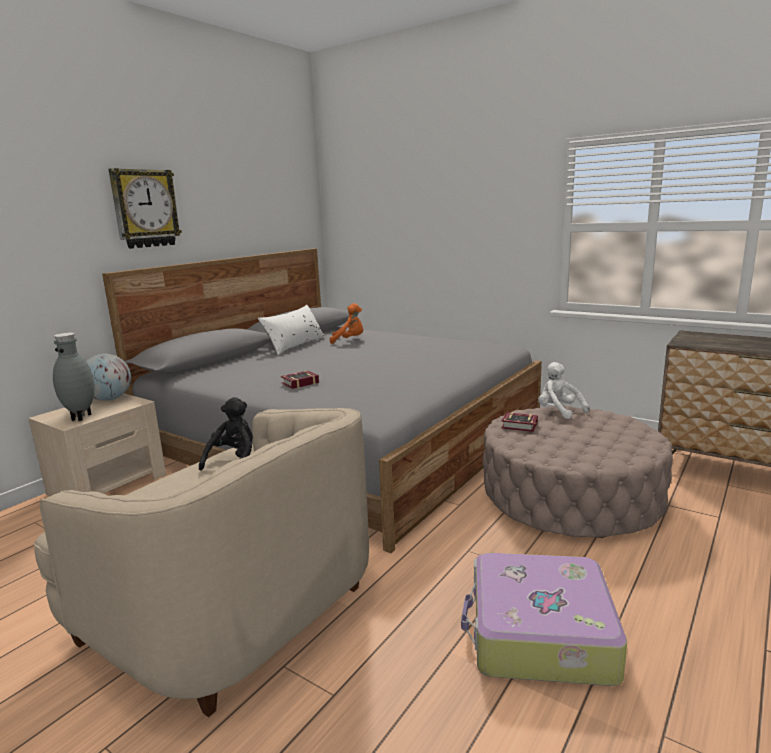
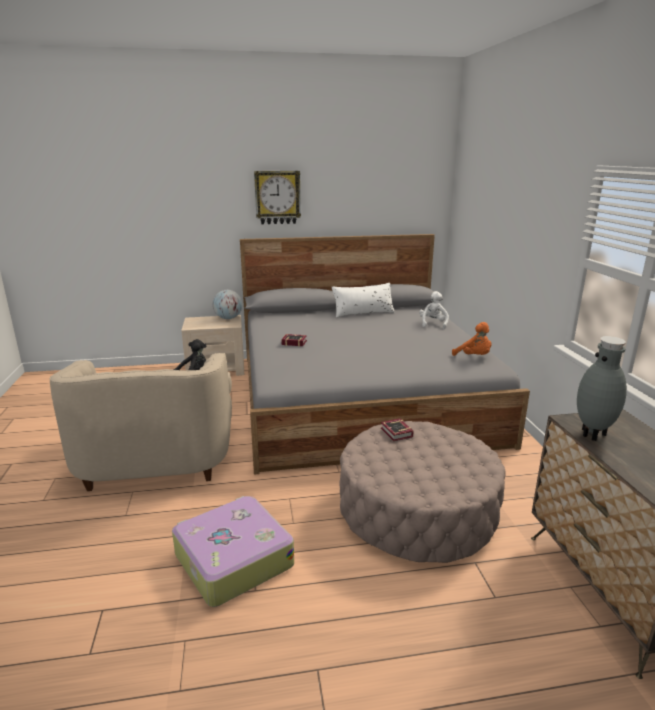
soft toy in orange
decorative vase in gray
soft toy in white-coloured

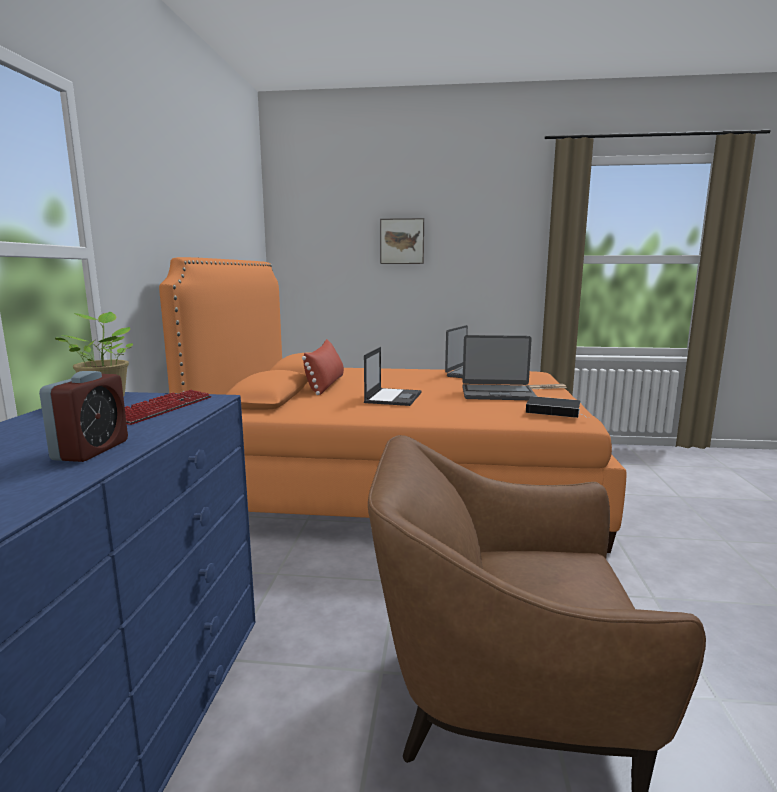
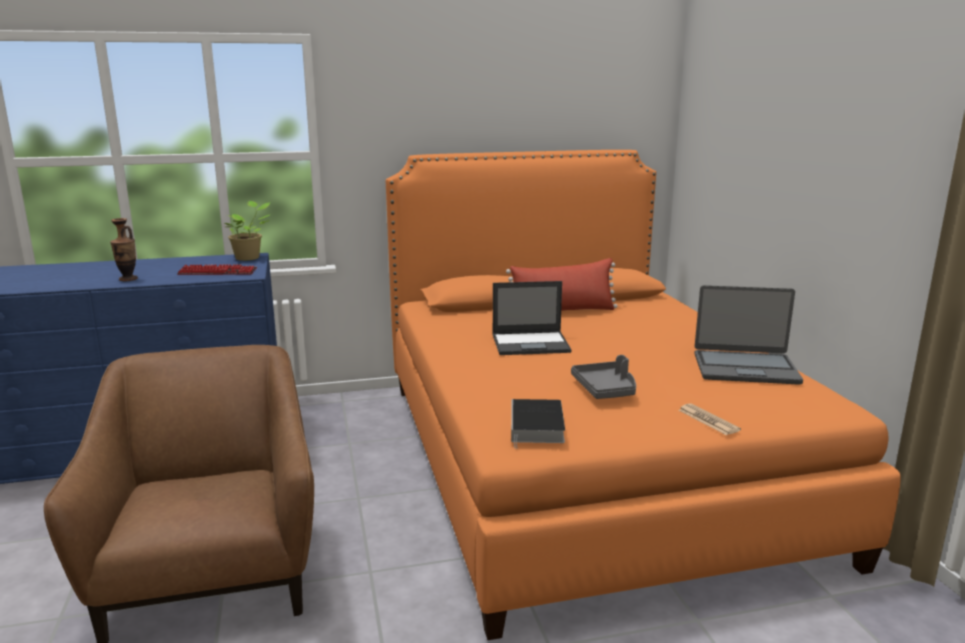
picture
tray in gray
decorative vase

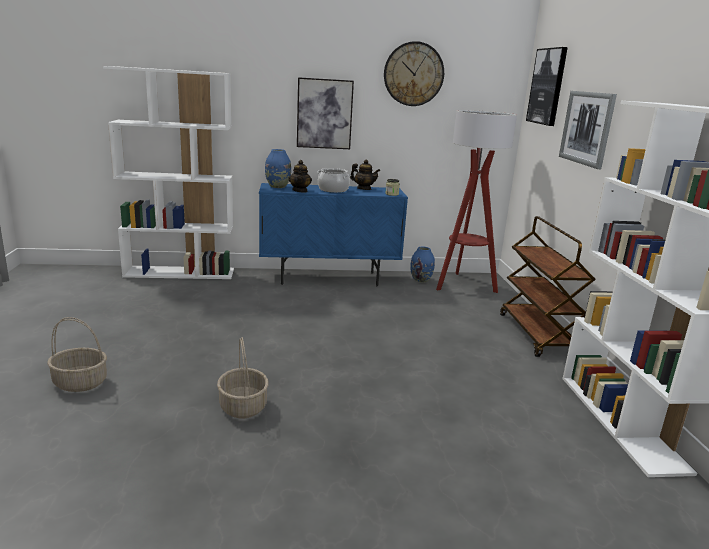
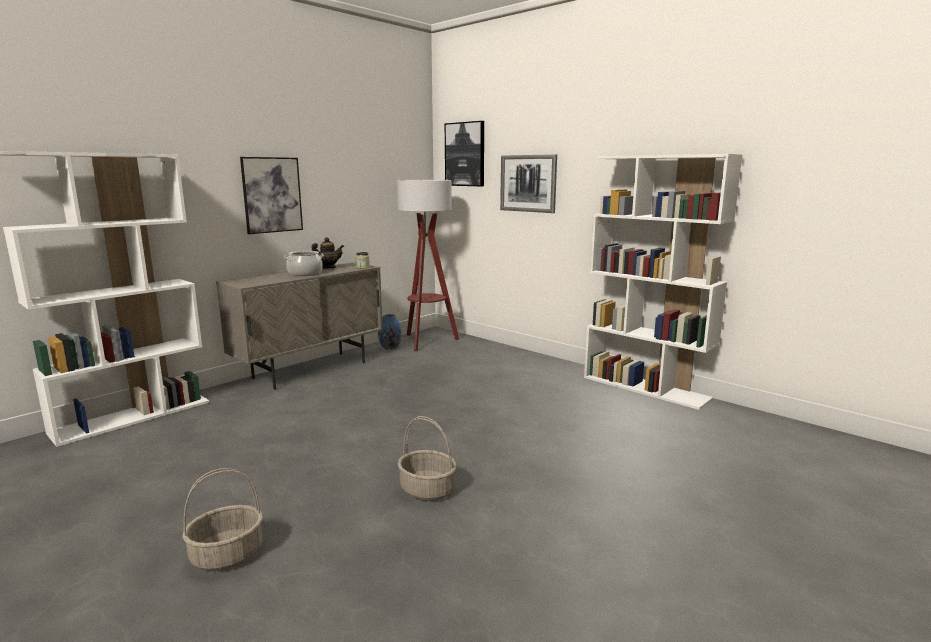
hanging clock
decorative vase in bluish (1st from left in the first image)
teapot (1st from left in the first image)
storage cabinet in beige
wheeled cart in brown

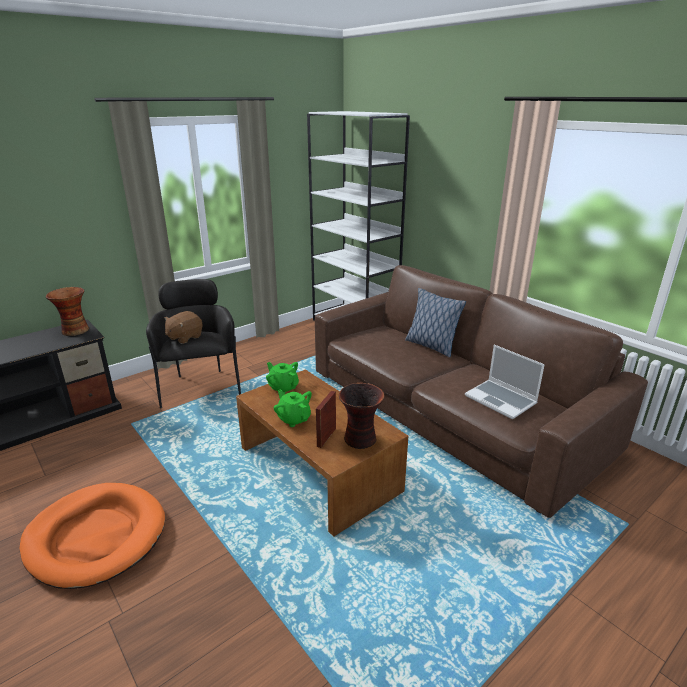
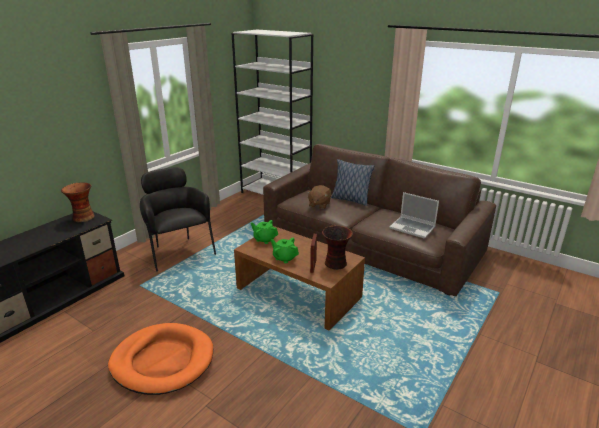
soft toy in brown

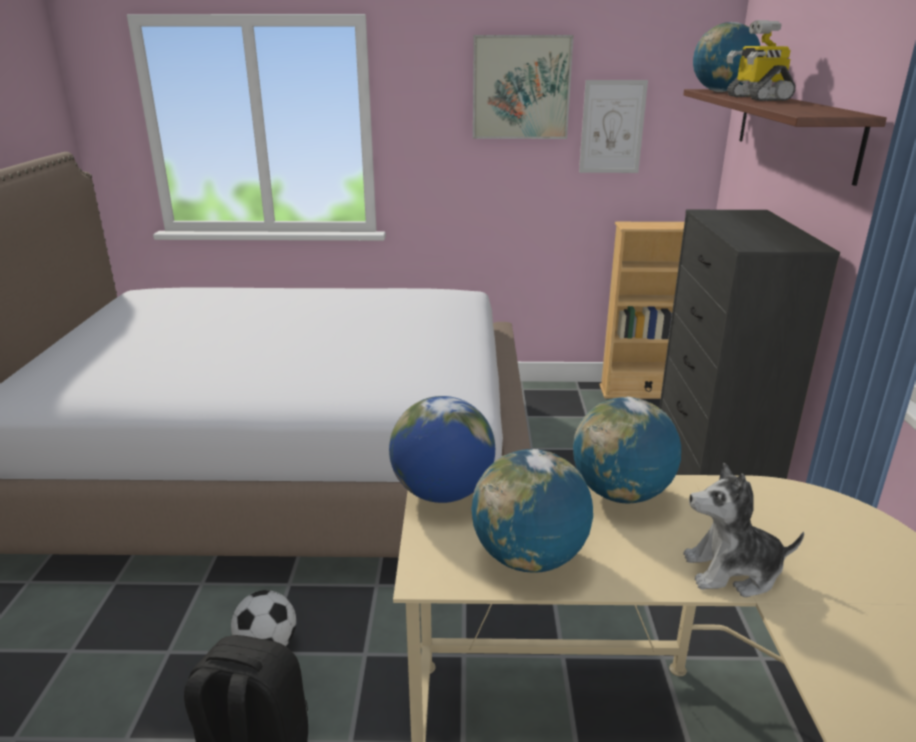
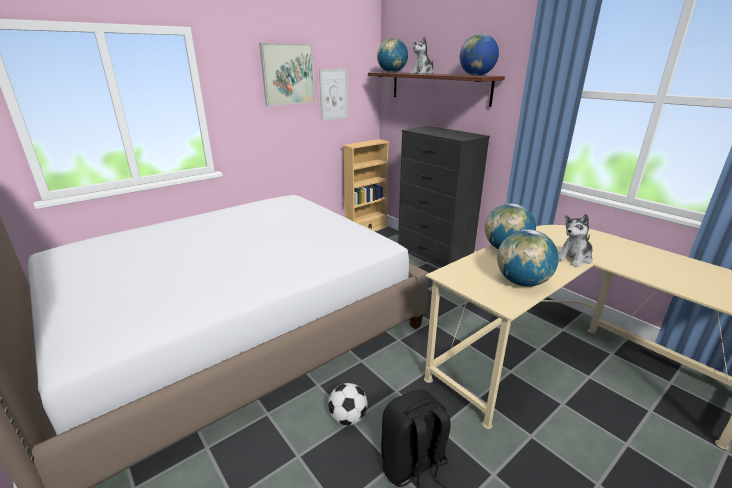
soft toy (1st from left)
globe (2nd from left)

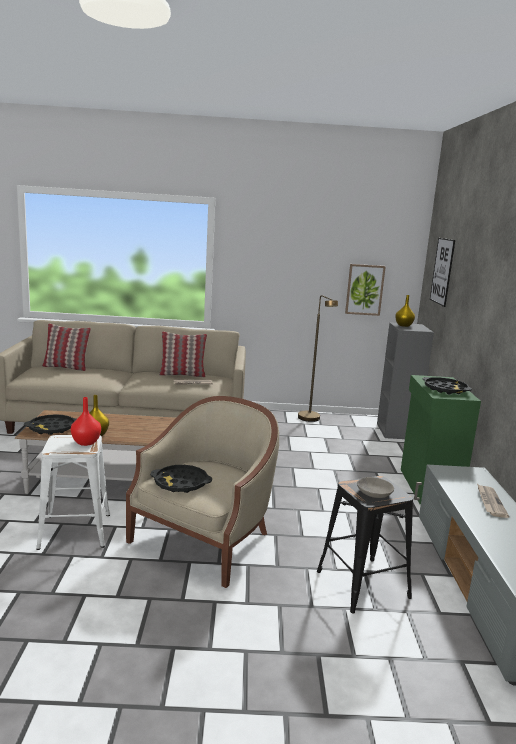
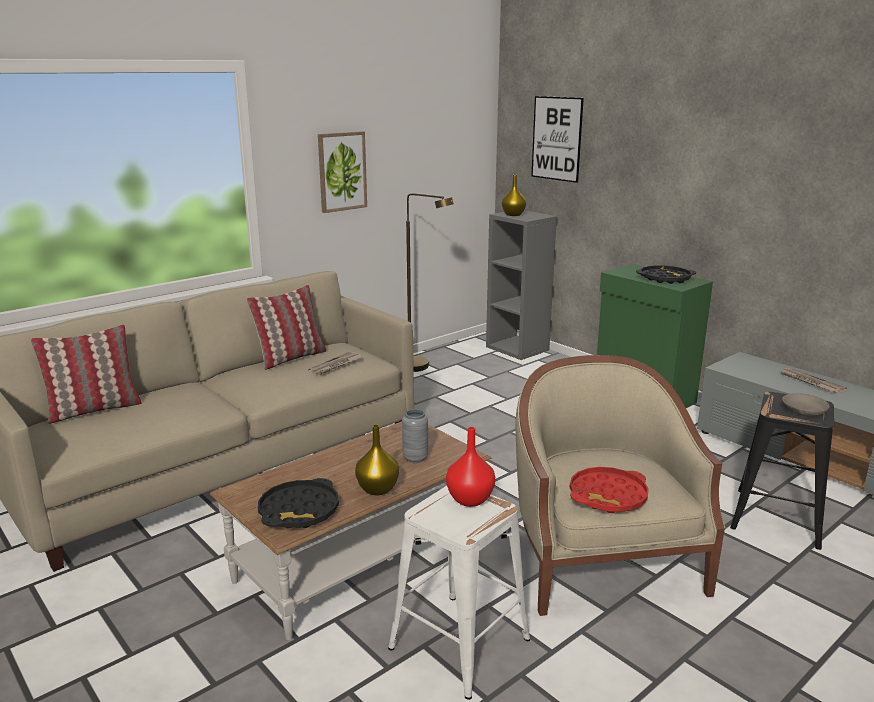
picture (1st from left)
tray in reddish
decorative vase in gray

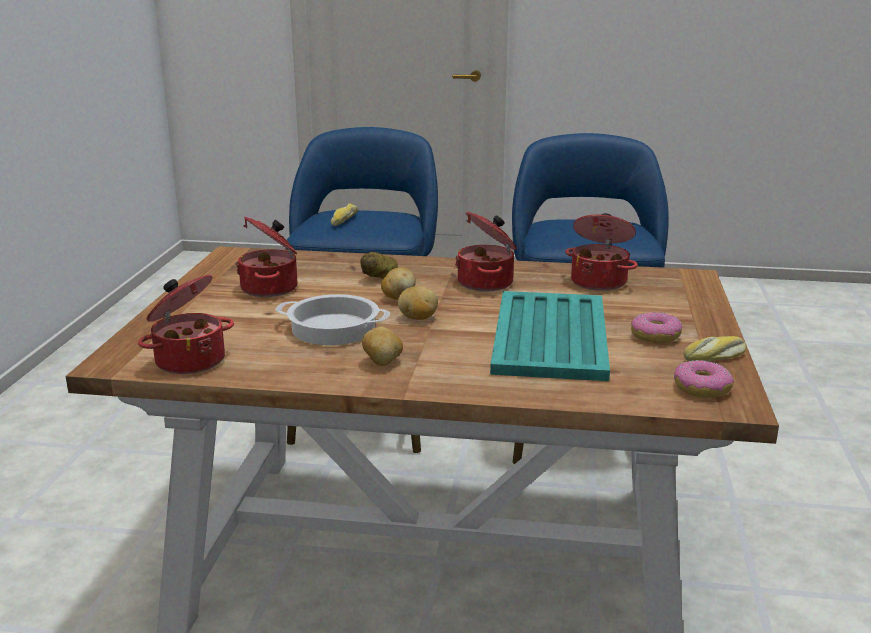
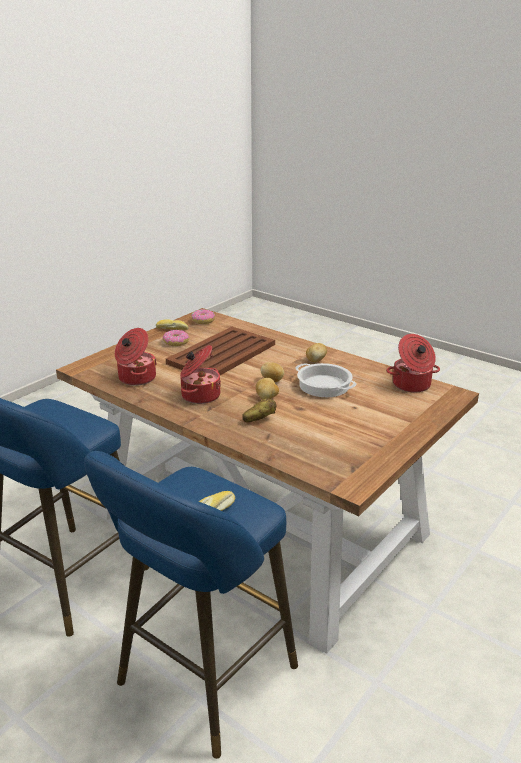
saucepot (2nd from left in the first image)
tray in brown

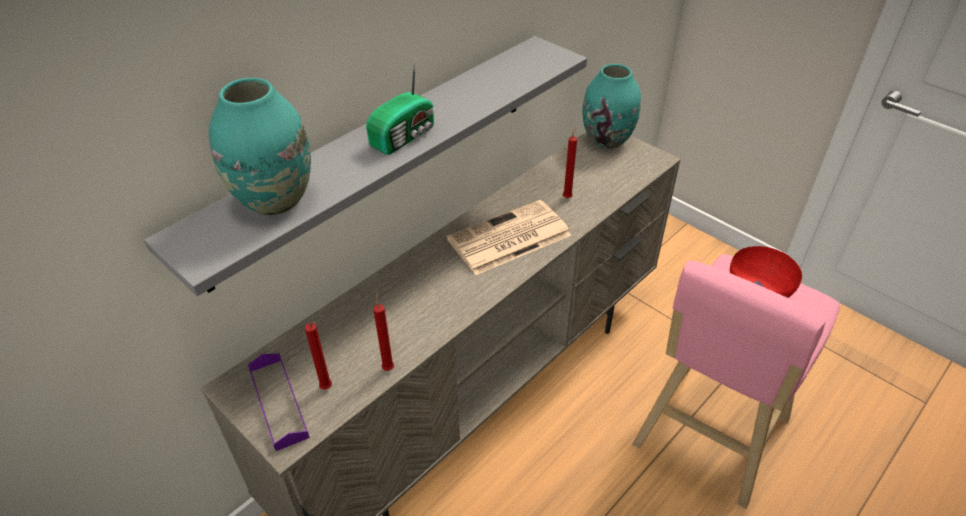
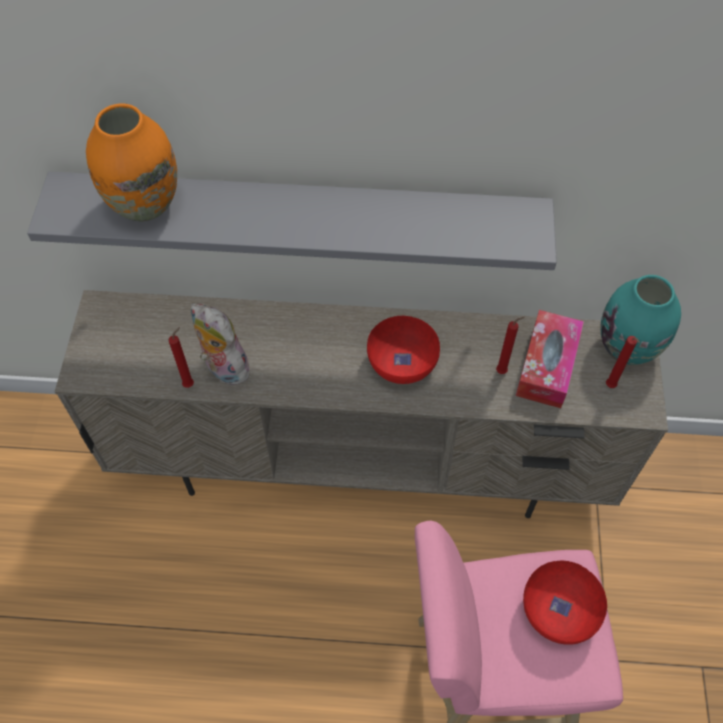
radio
decorative vase in orange
bowl in reddish (1st from left)
candle in reddish (3rd from left)
tray in purple
soft toy
tissue box

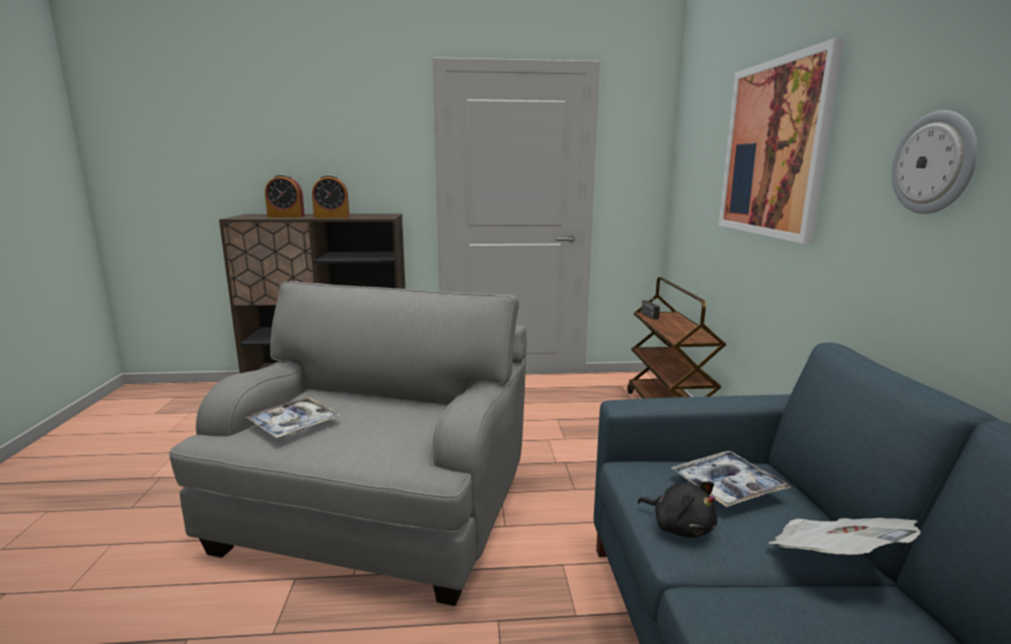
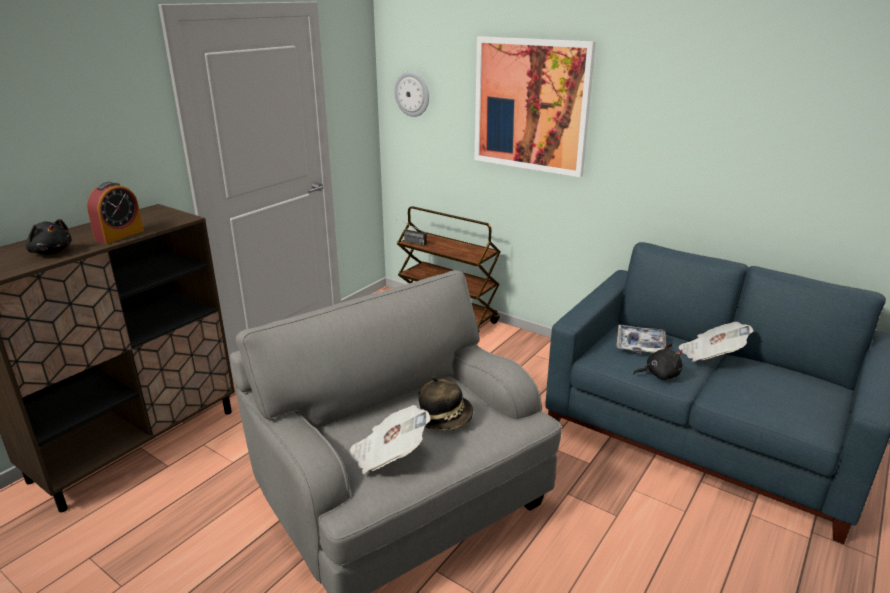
hanging clock
soft toy in blackish (1st from left)
daily paper (1st from left)
clothing hat

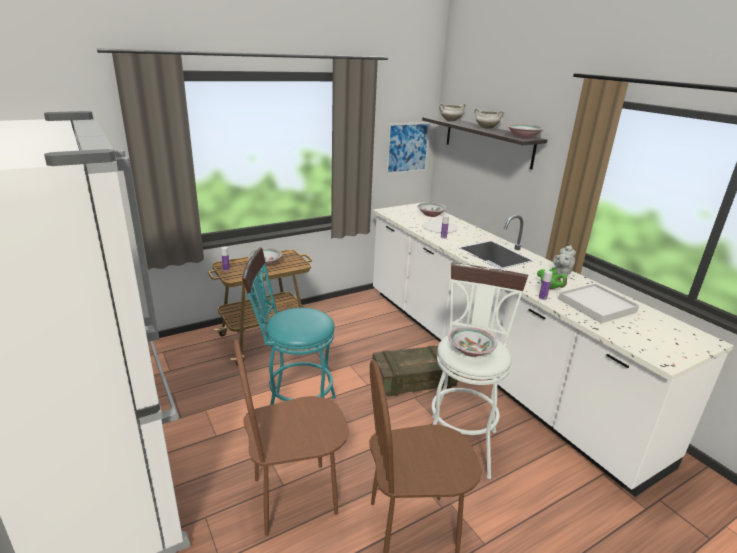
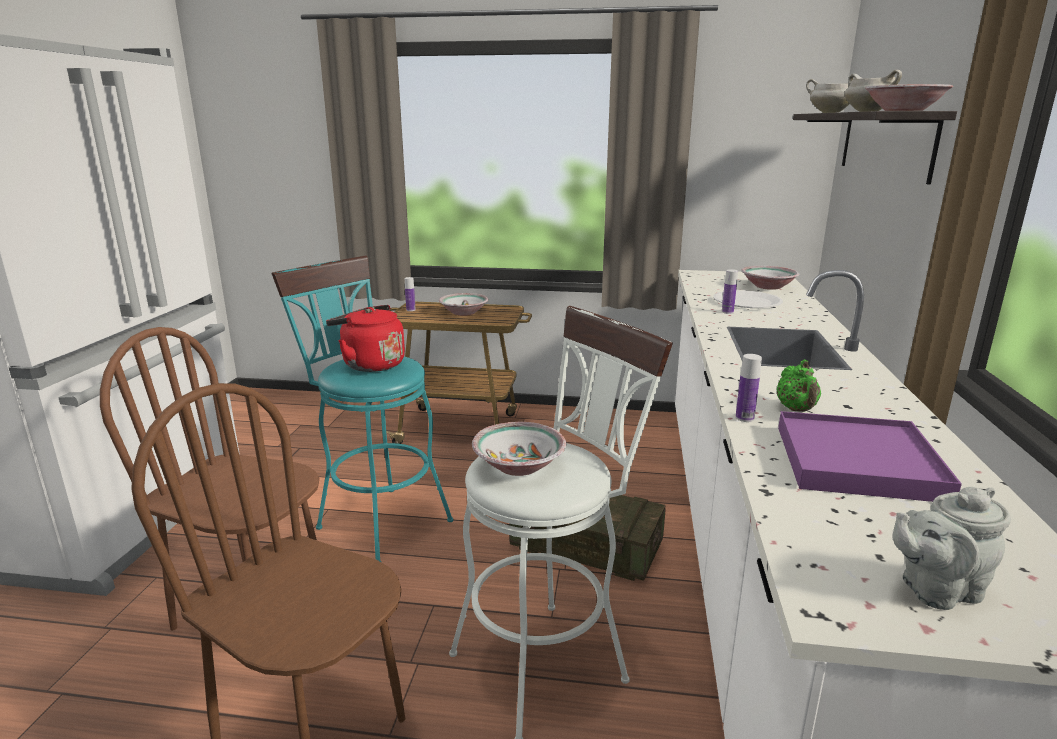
picture
teapot in gray
tray in purple
kettle in reddish

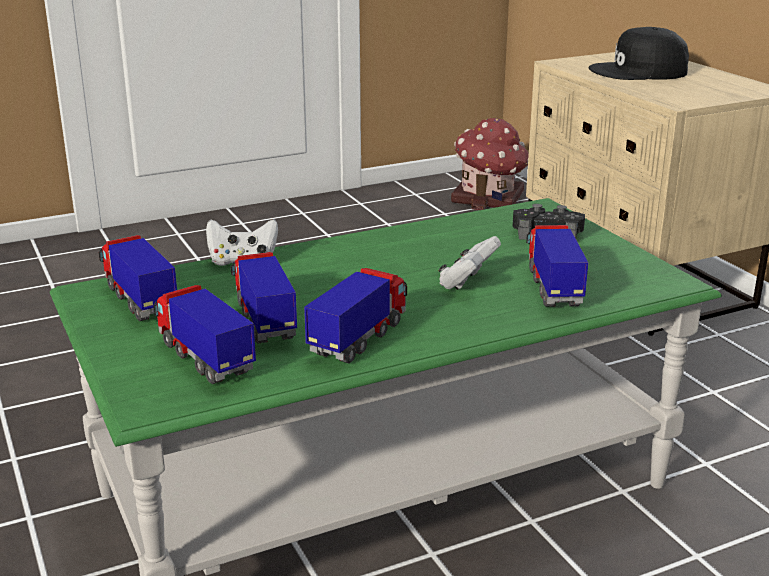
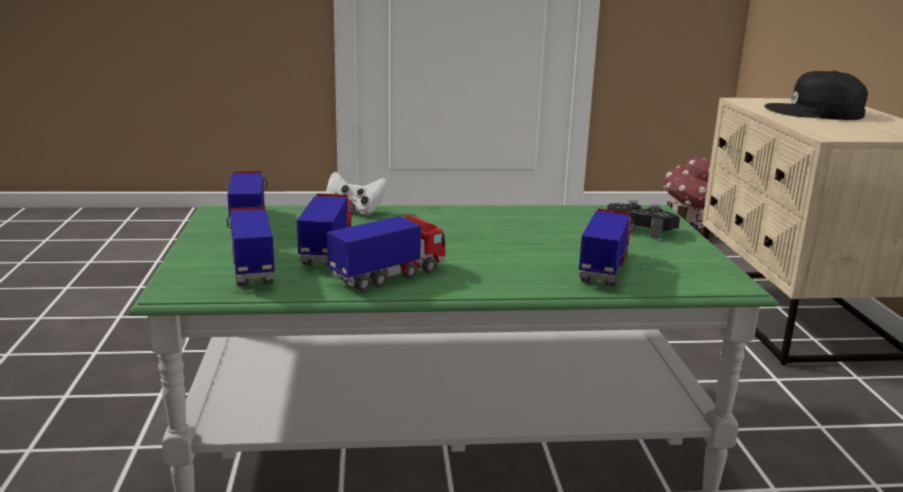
game controller in white-coloured (2nd from left in the first image)

